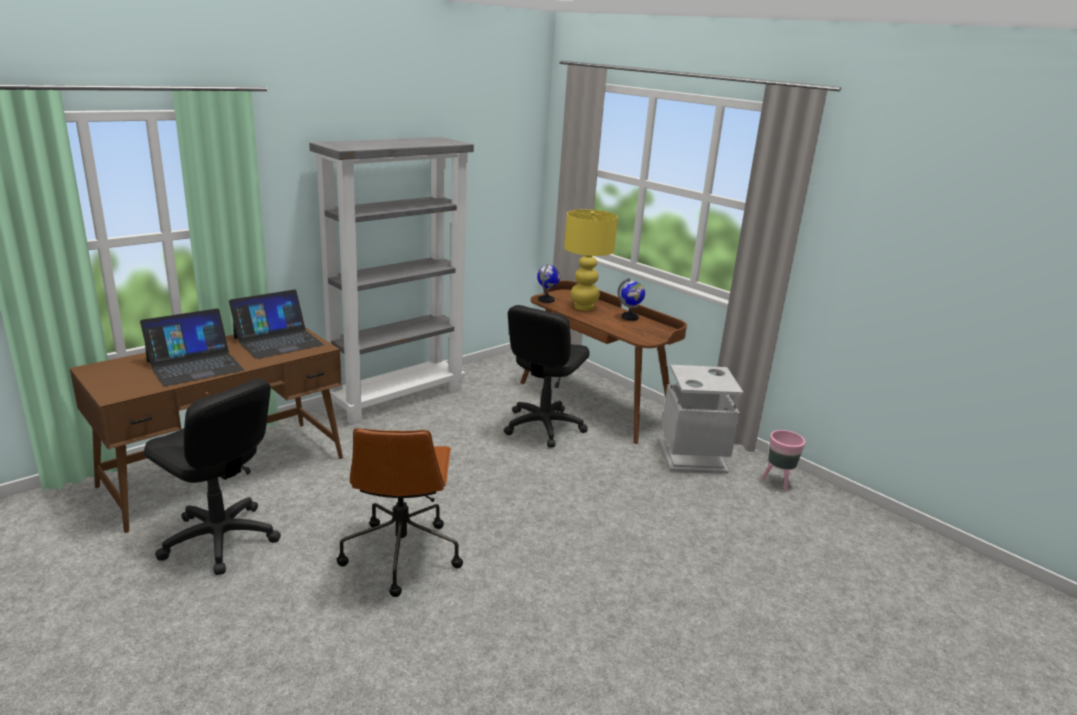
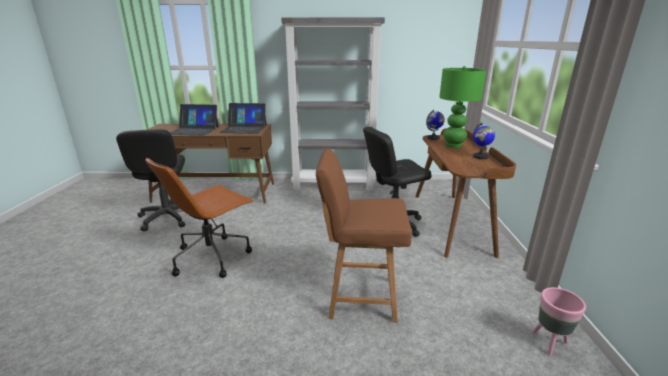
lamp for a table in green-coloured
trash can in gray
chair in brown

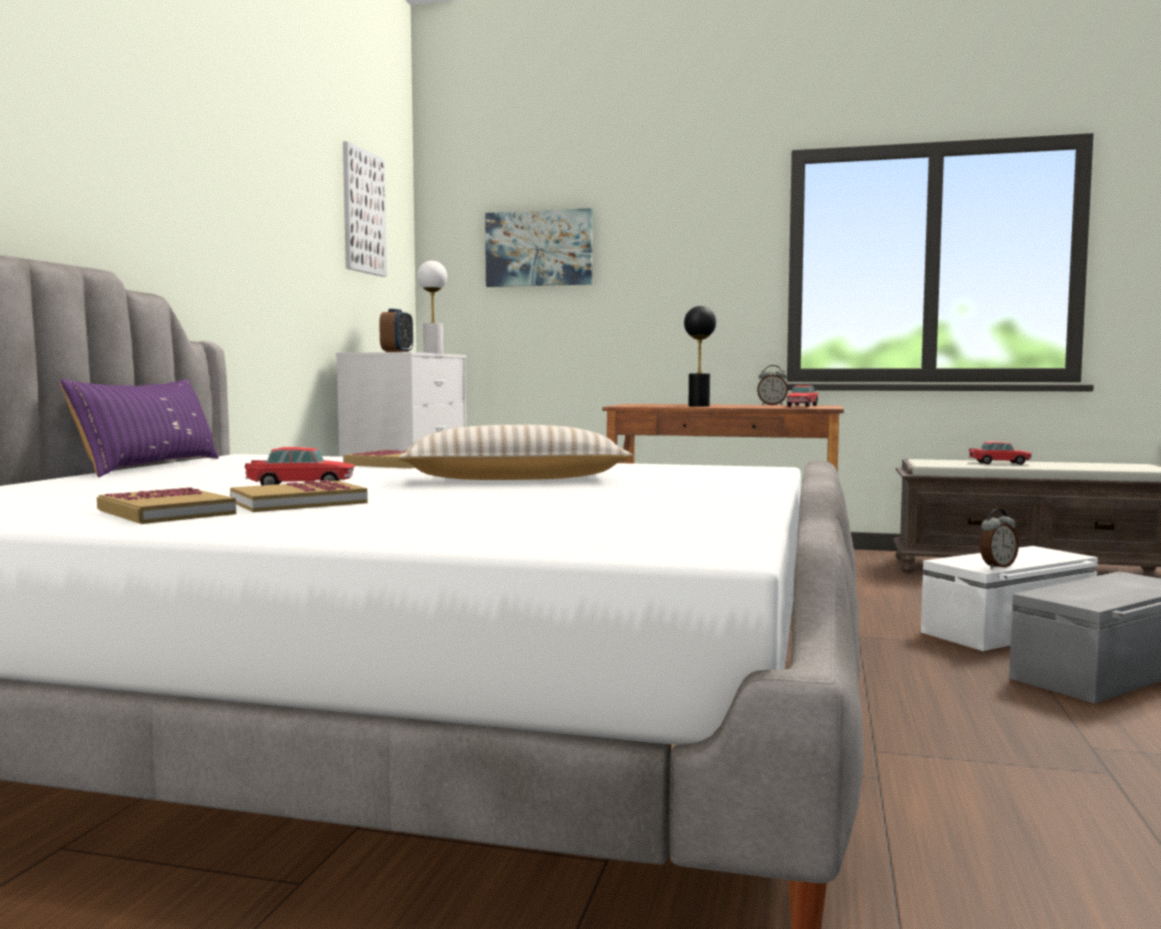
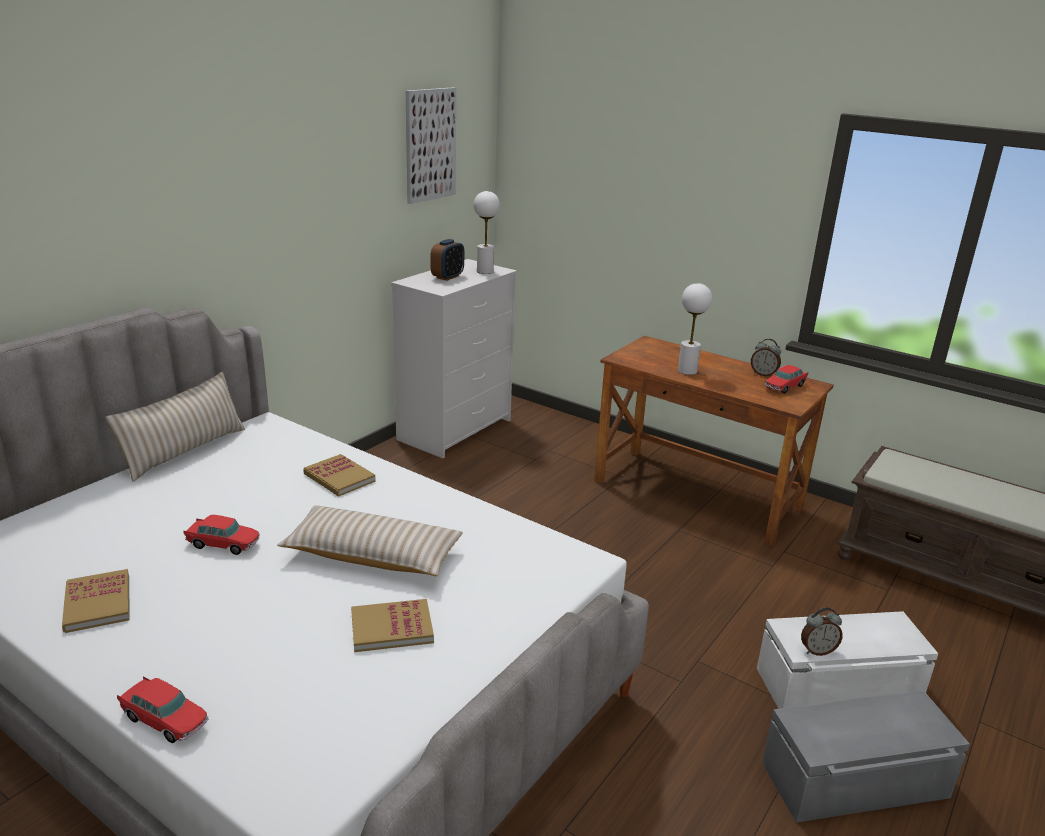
picture (2nd from left in the first image)
lamp for a table in white-coloured (2nd from left)
throw pillow in beige (1st from left)
toy car (1st from left)
volume (3rd from left)

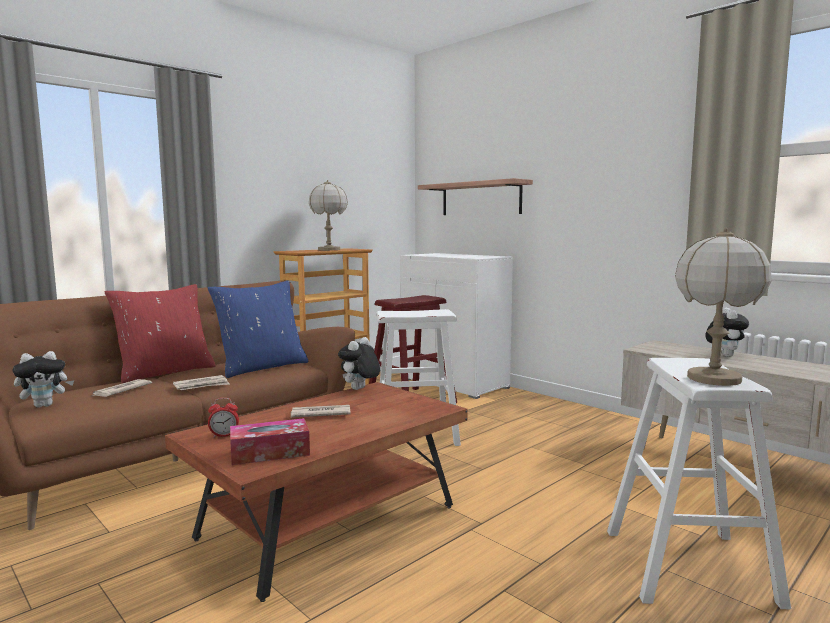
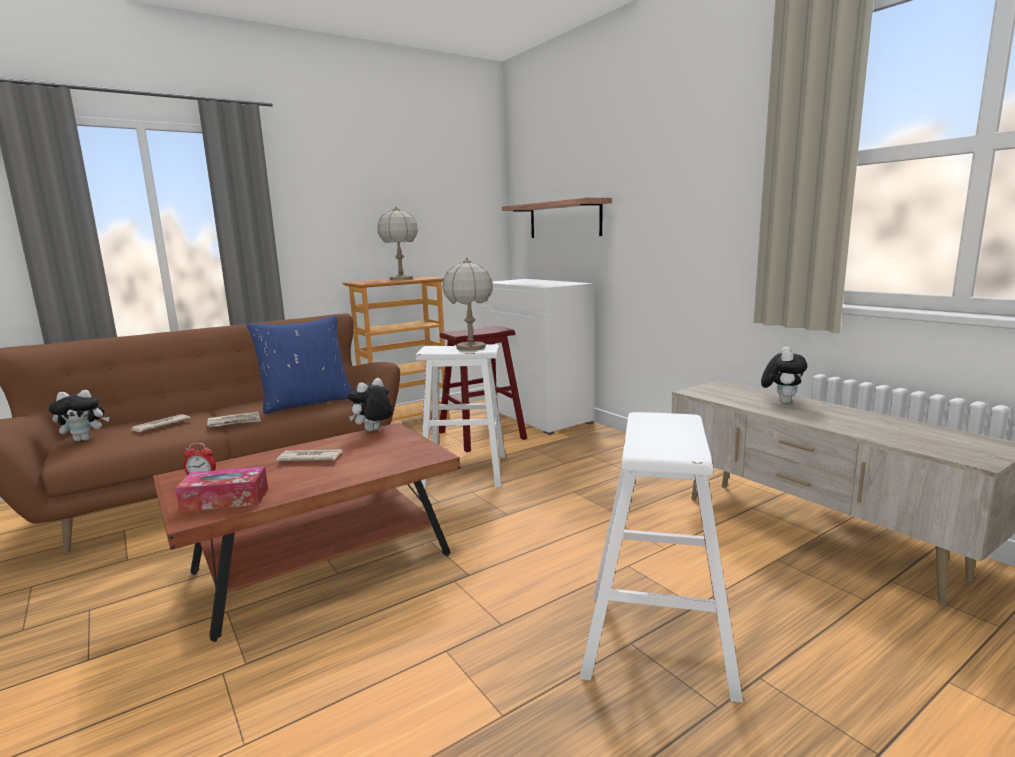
lamp for a table (2nd from left)
throw pillow in reddish

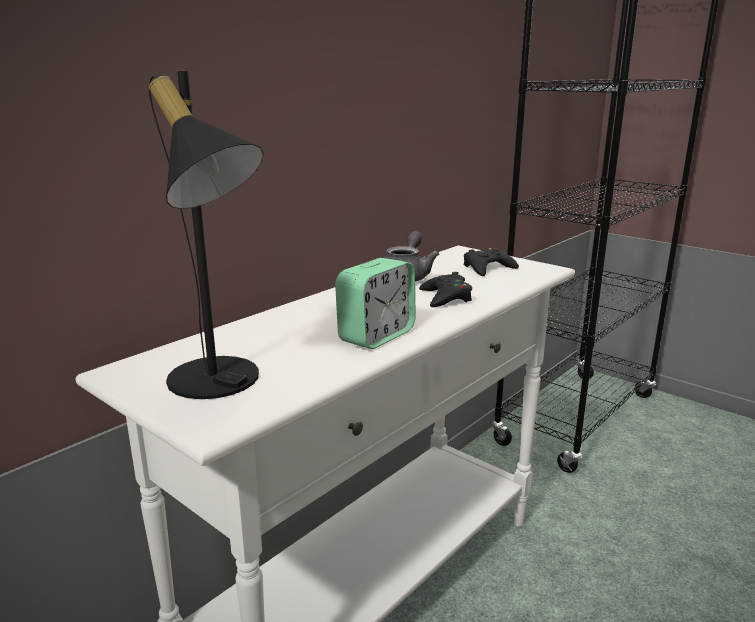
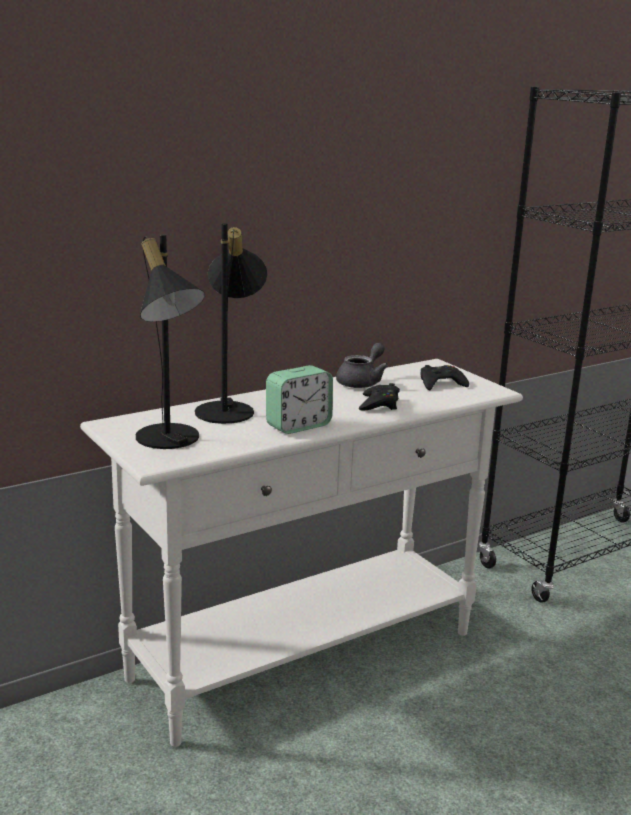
lamp for a table in blackish (2nd from left)

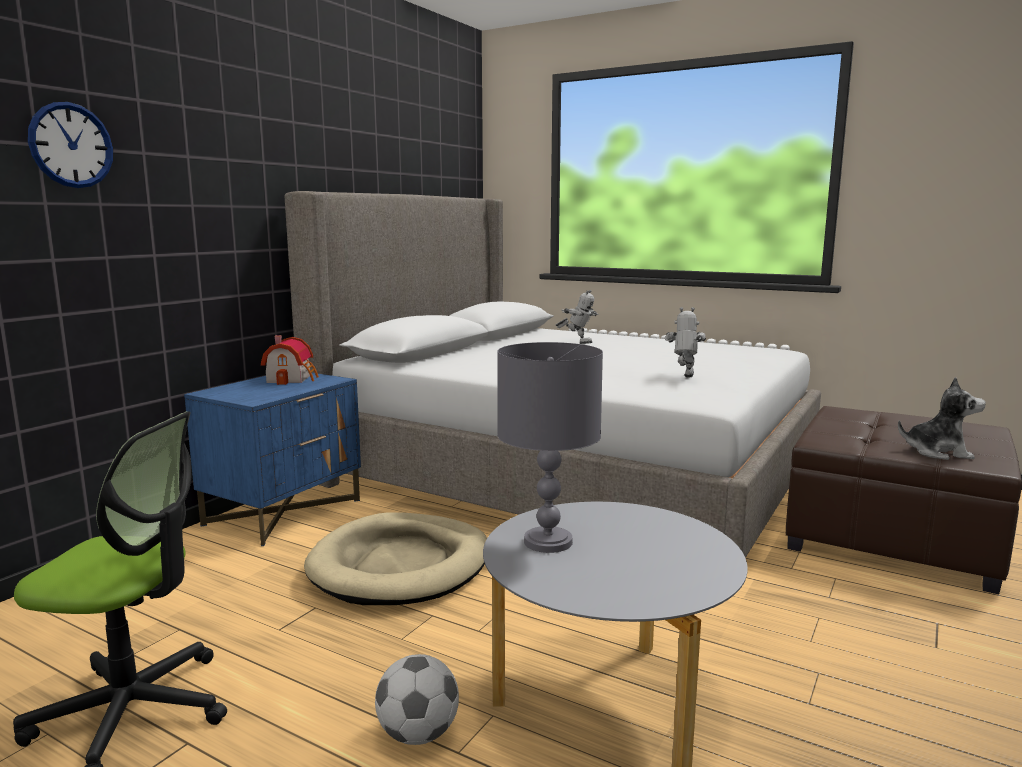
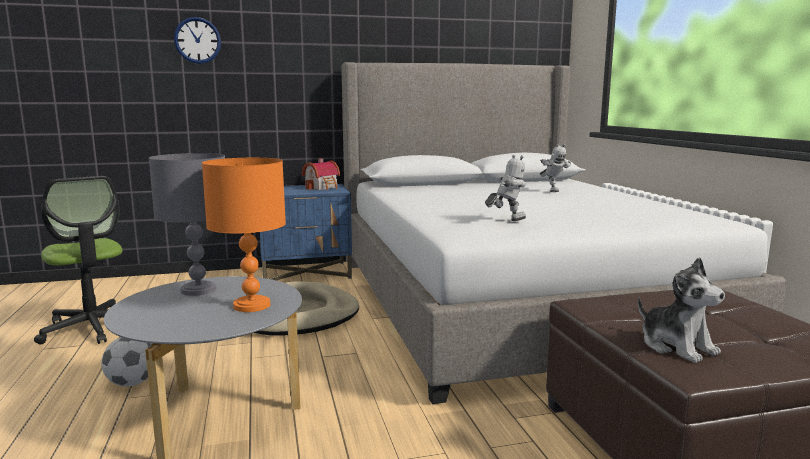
lamp for a table in orange

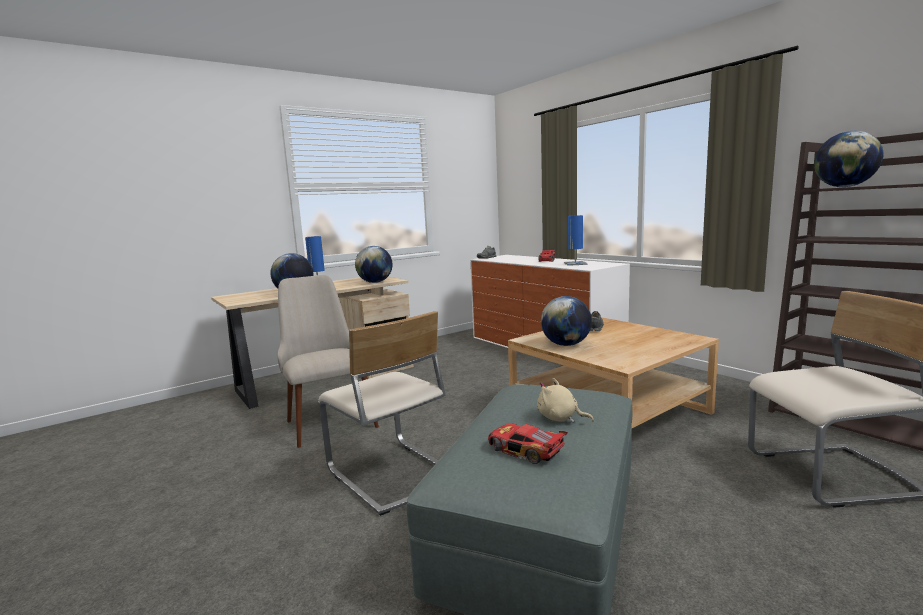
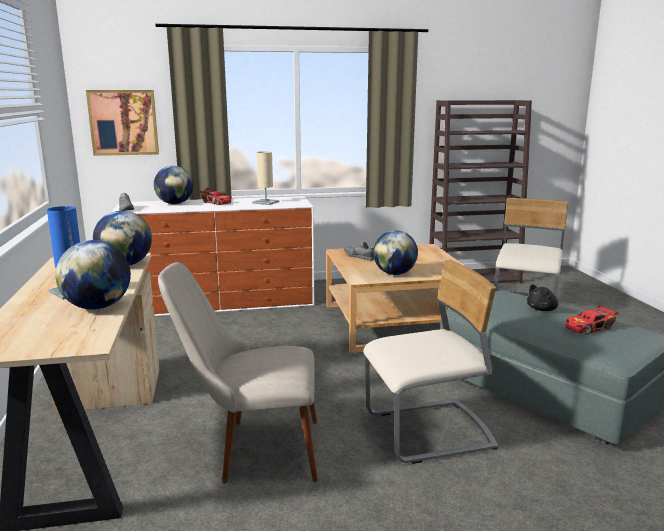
globe (3rd from left)
lamp for a table in beige
soft toy in blackish
picture

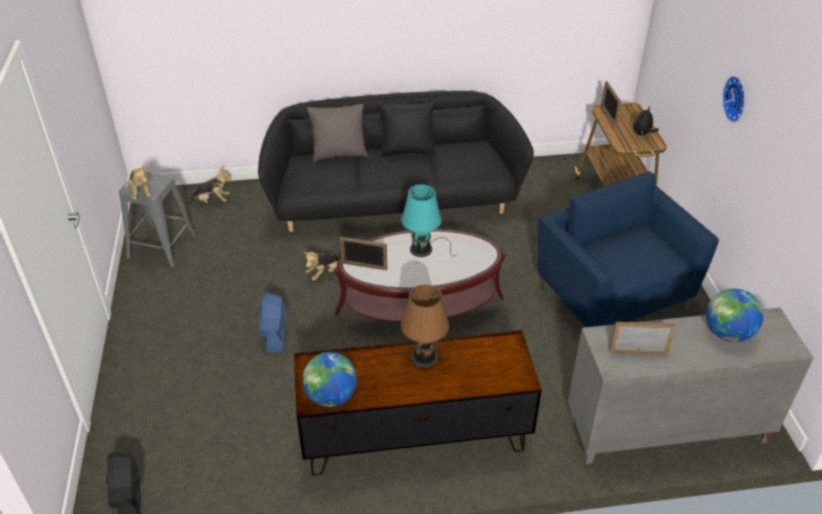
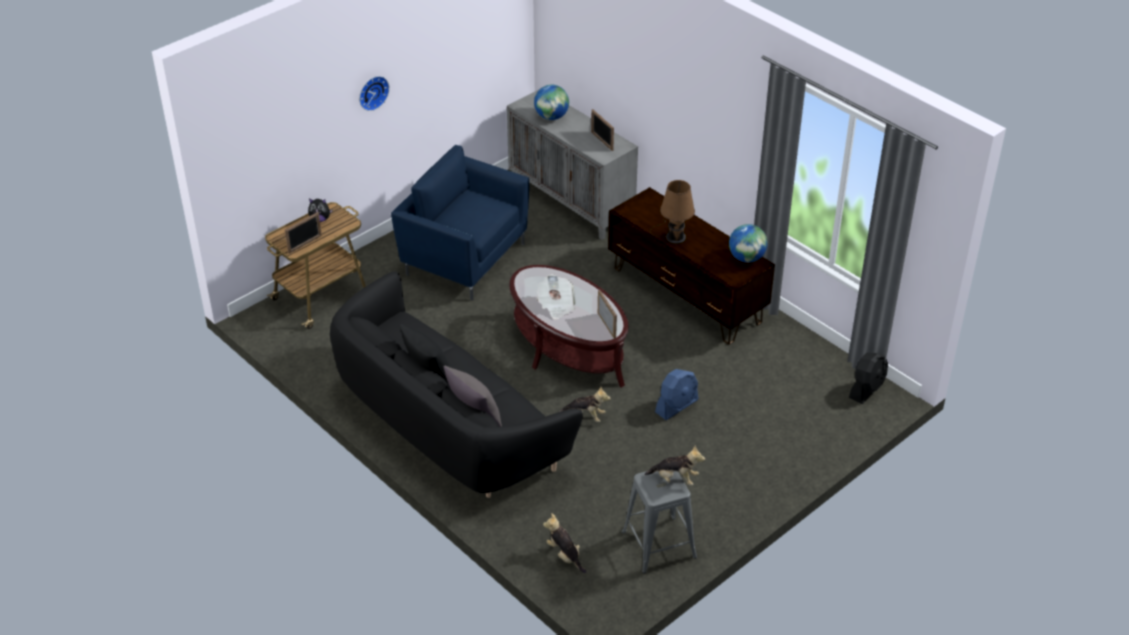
soft toy (4th from left)
easy chair in bluish
daily paper

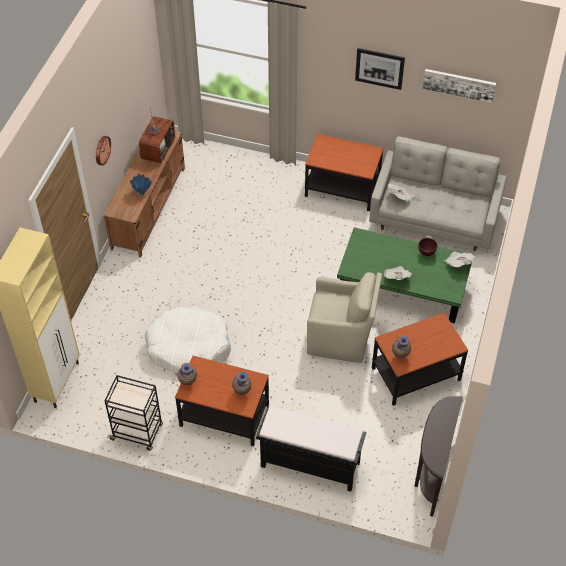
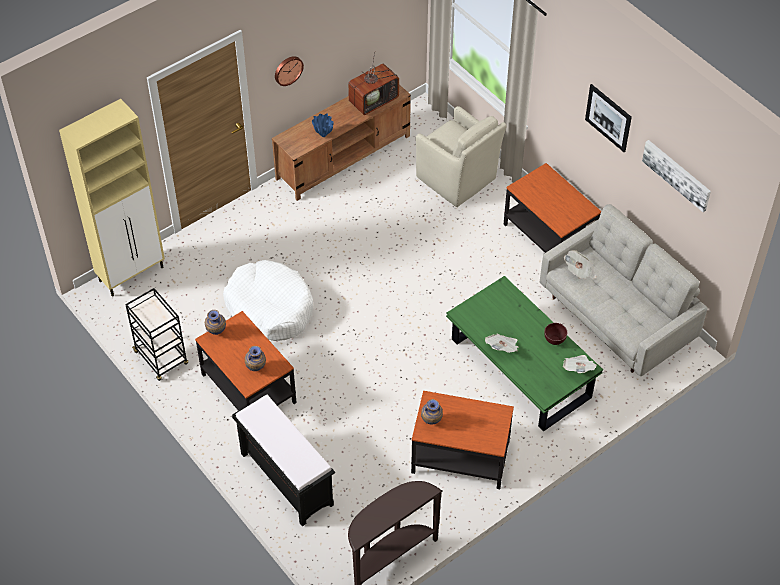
easy chair in beige

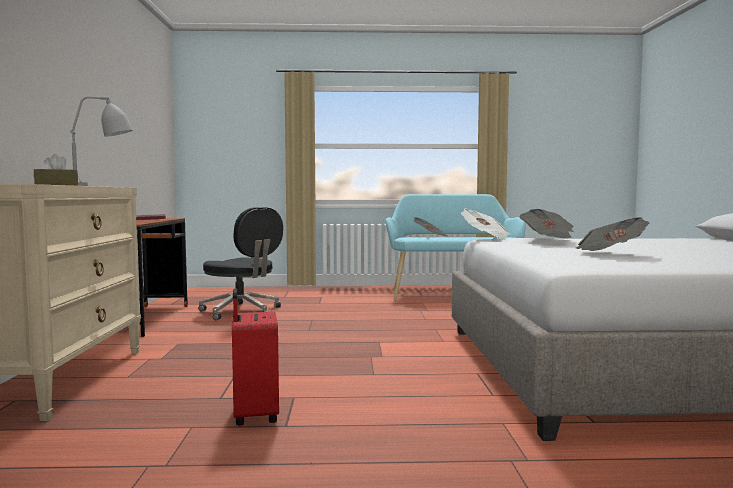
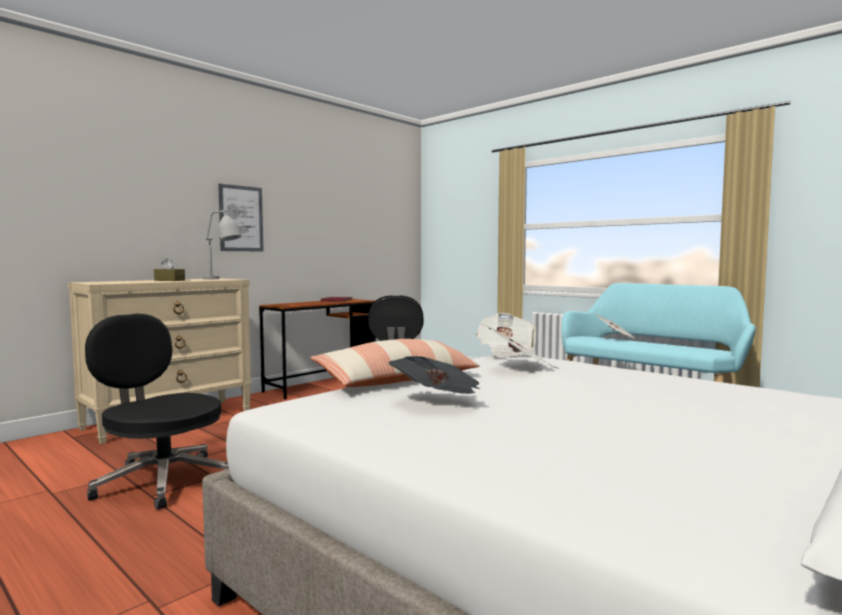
computer chair in blackish (1st from left)
picture
throw pillow

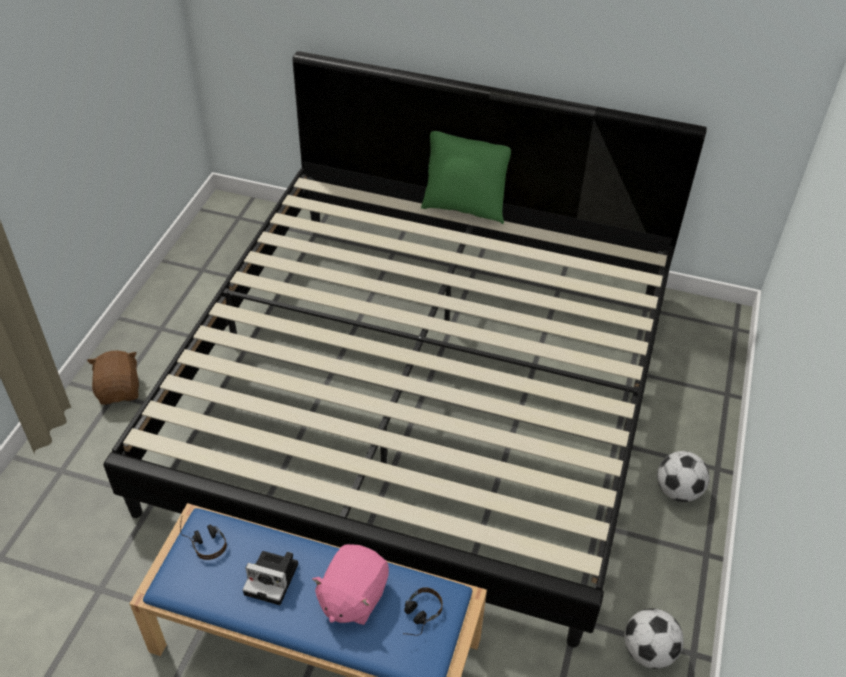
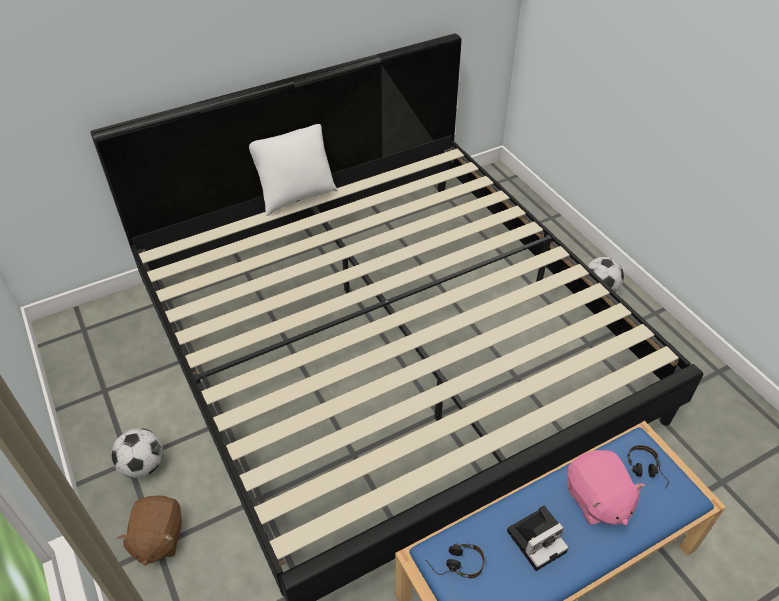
throw pillow in white-coloured
soft toy in brown
football ball (1st from left)

